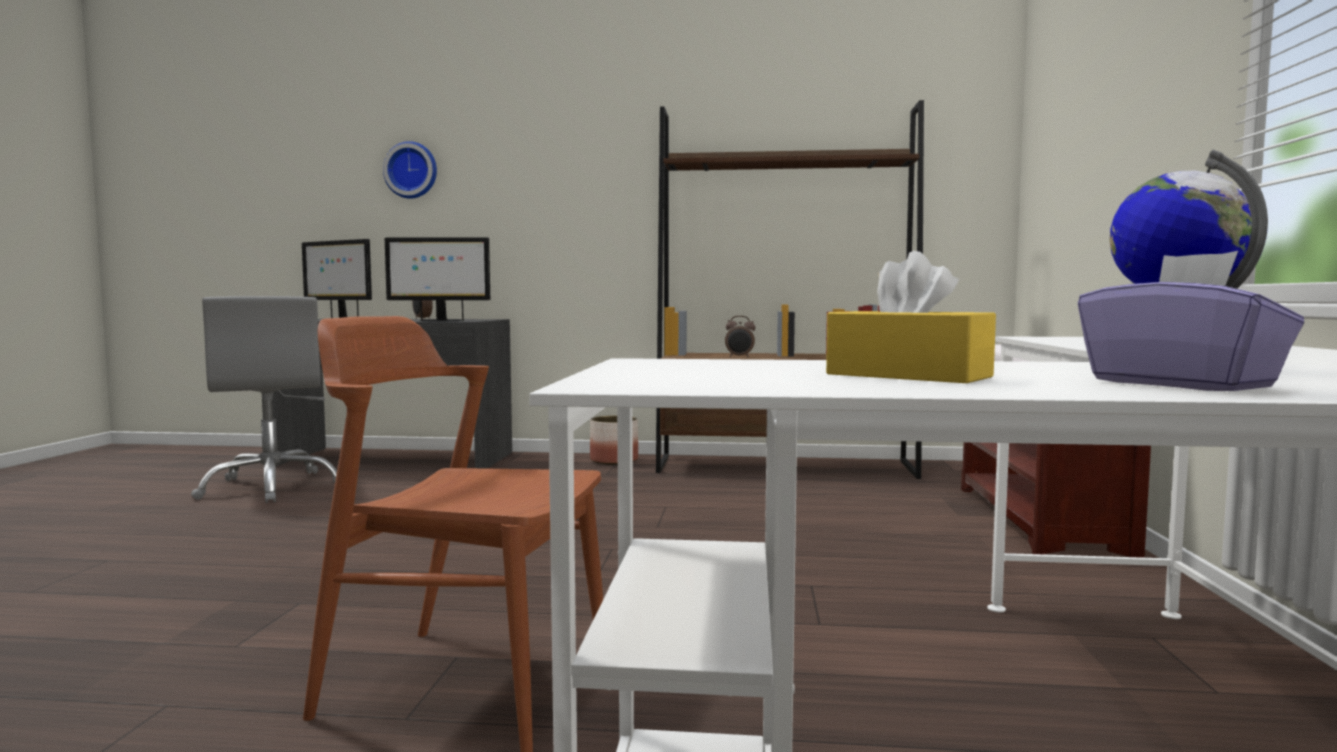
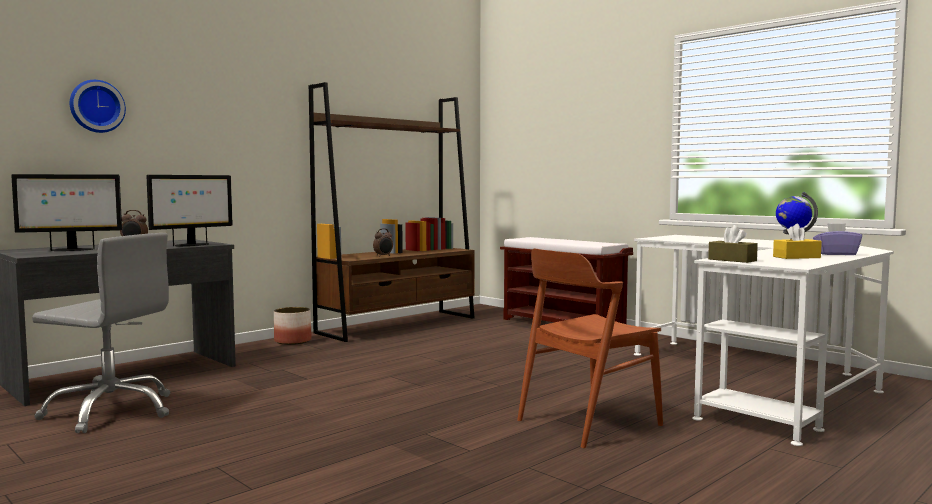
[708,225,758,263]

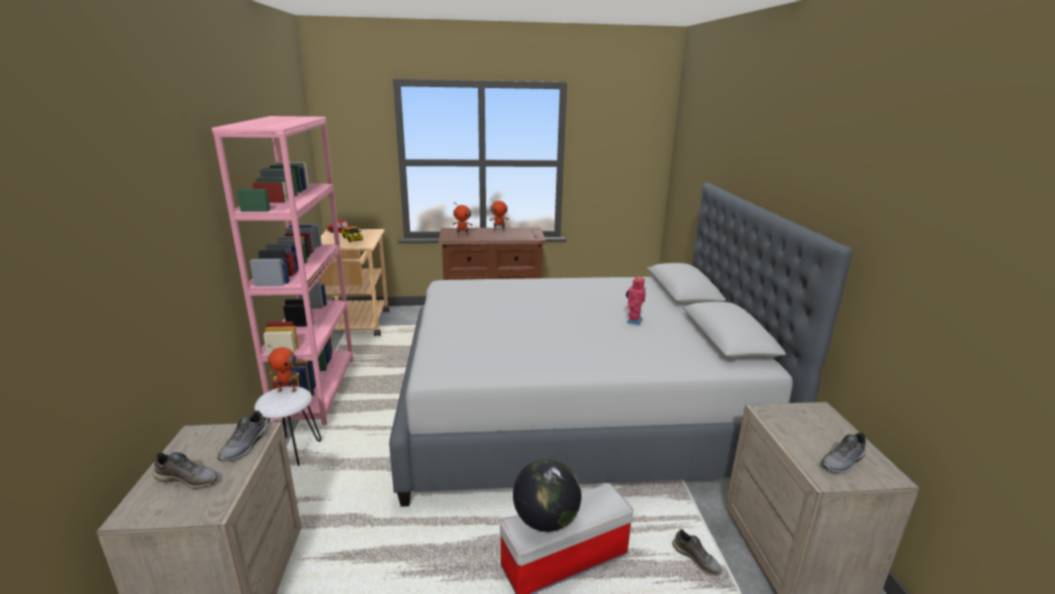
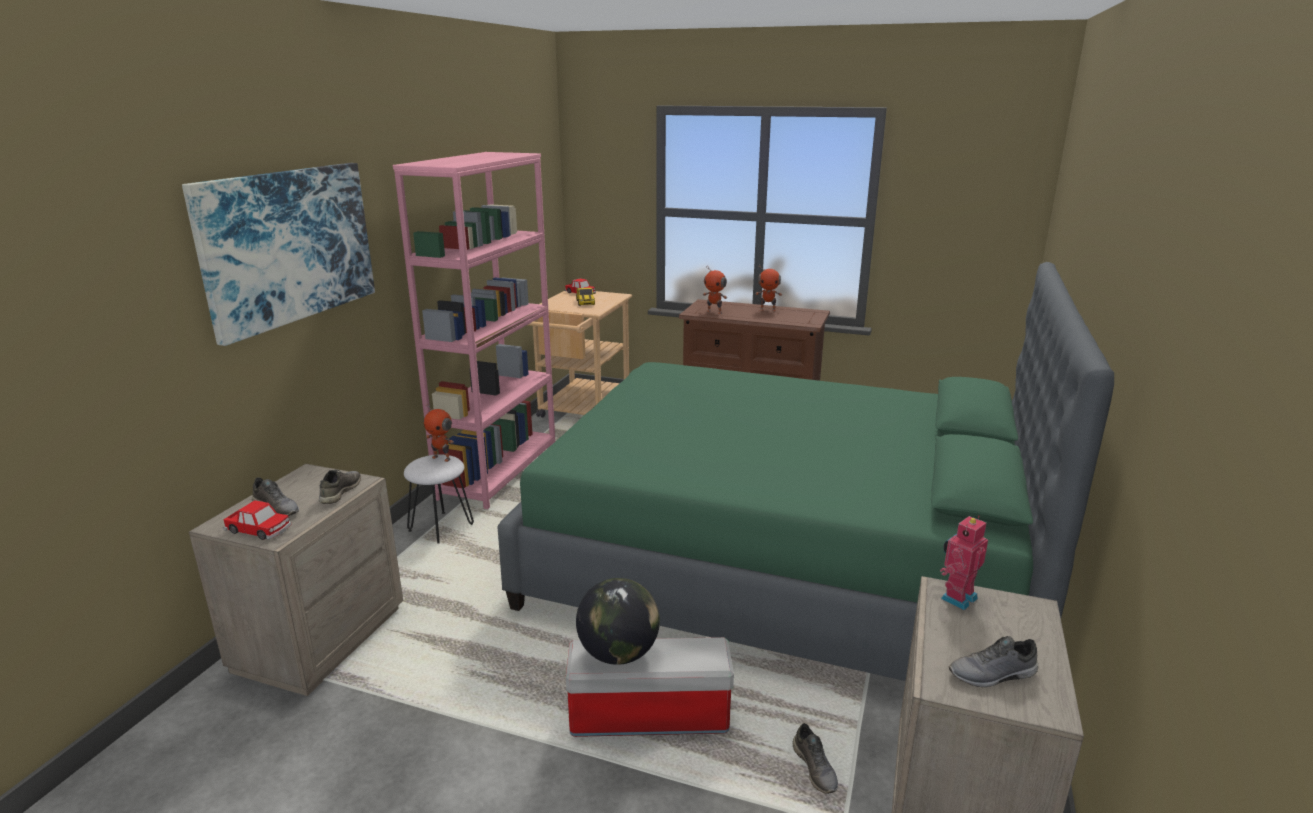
[182,163,375,346]
[223,500,292,540]
[940,515,988,610]
[497,262,1114,681]
[319,470,361,504]

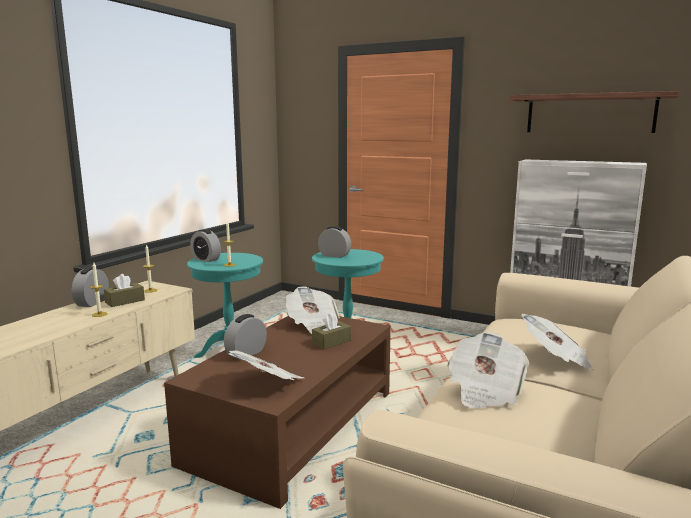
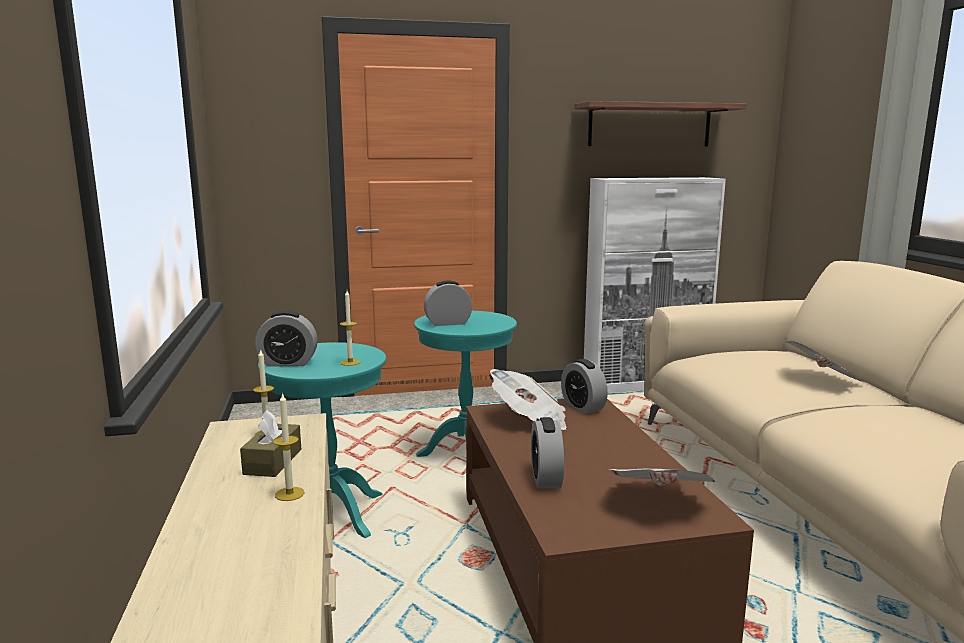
[312,313,351,349] (first image)
[447,332,529,408] (first image)
[561,359,608,414]

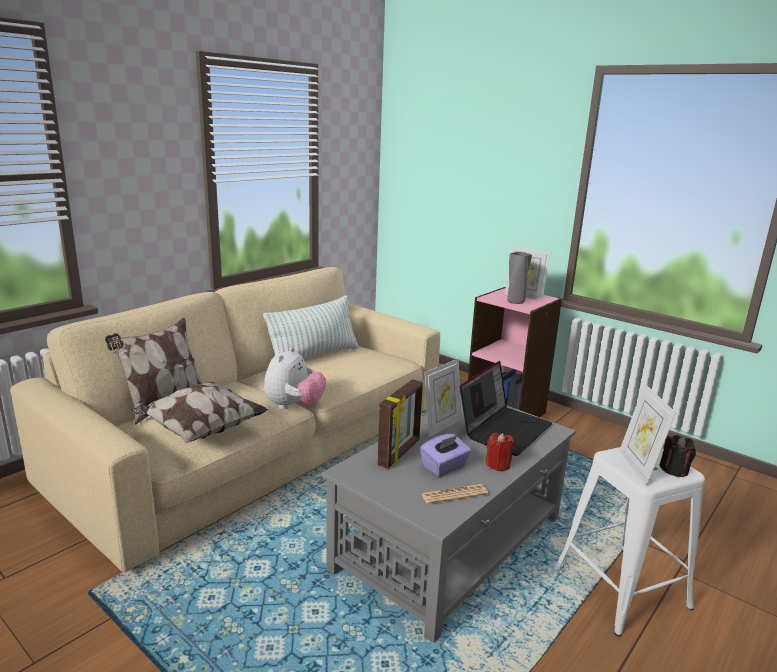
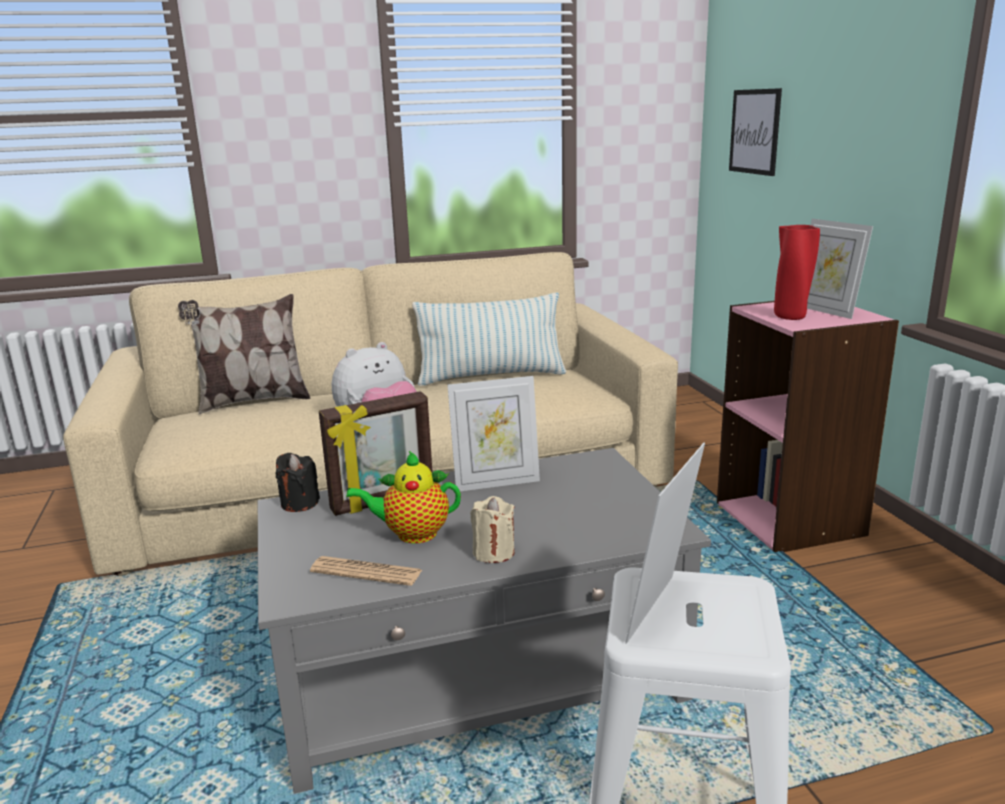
[130,381,269,444] (first image)
[460,361,552,456] (first image)
[729,88,782,176]
[276,453,320,512]
[346,451,461,543]
[470,496,514,563]
[774,225,820,320]

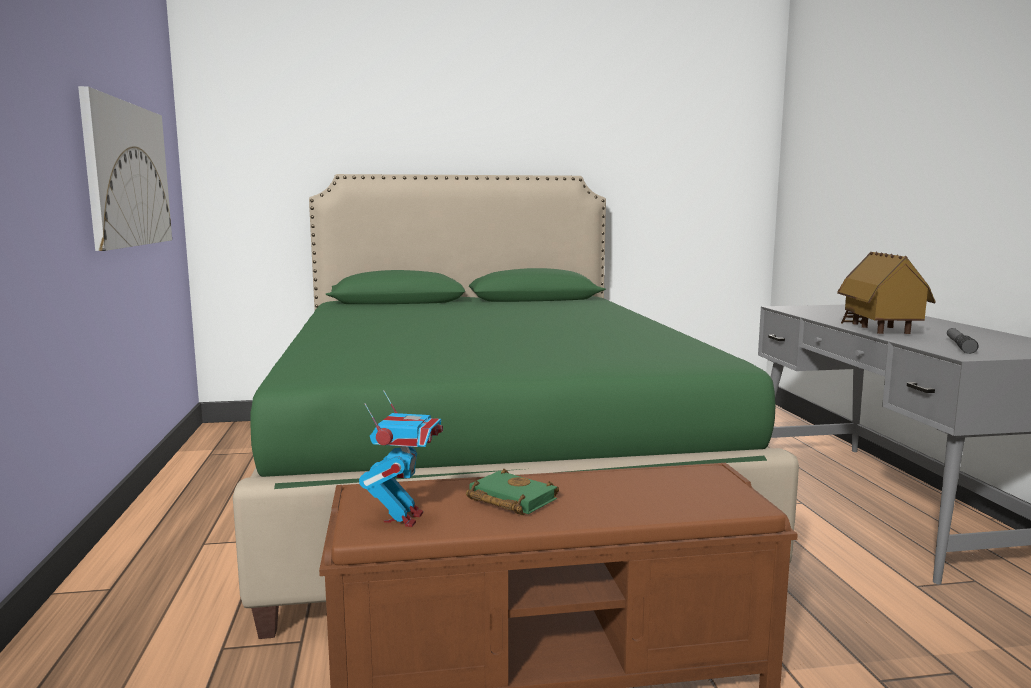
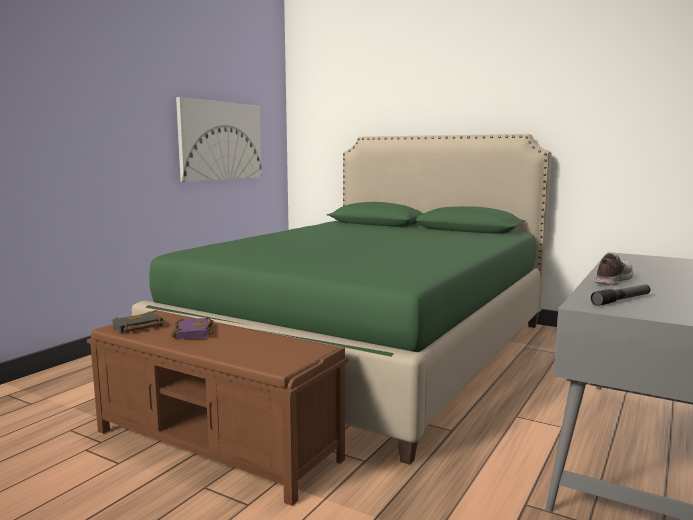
[112,311,163,334]
[595,253,633,285]
[171,317,214,340]

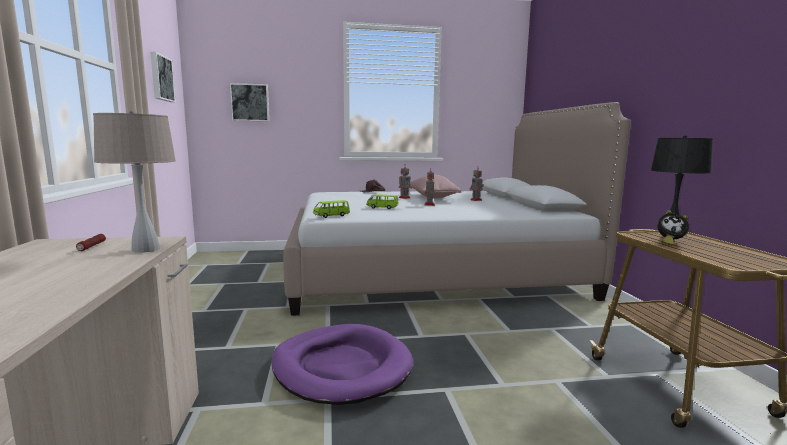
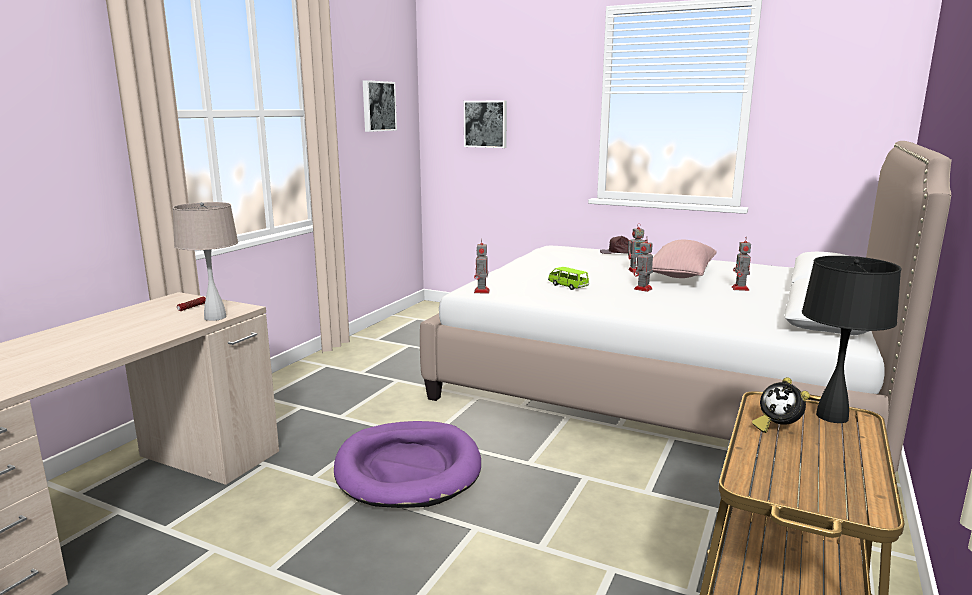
[474,243,490,293]

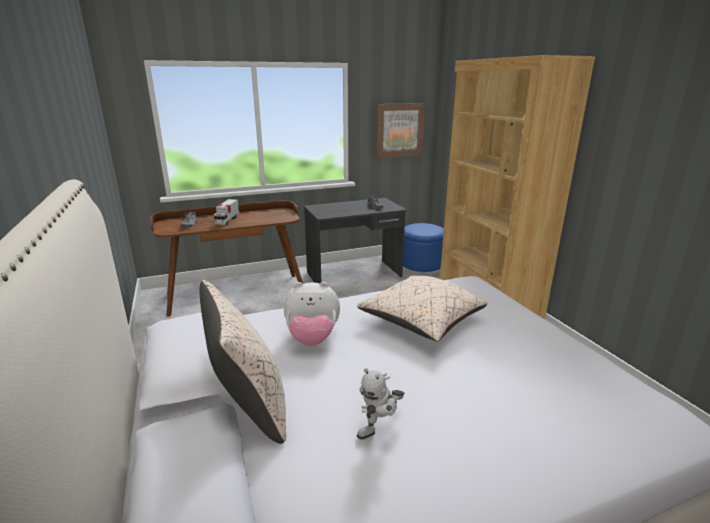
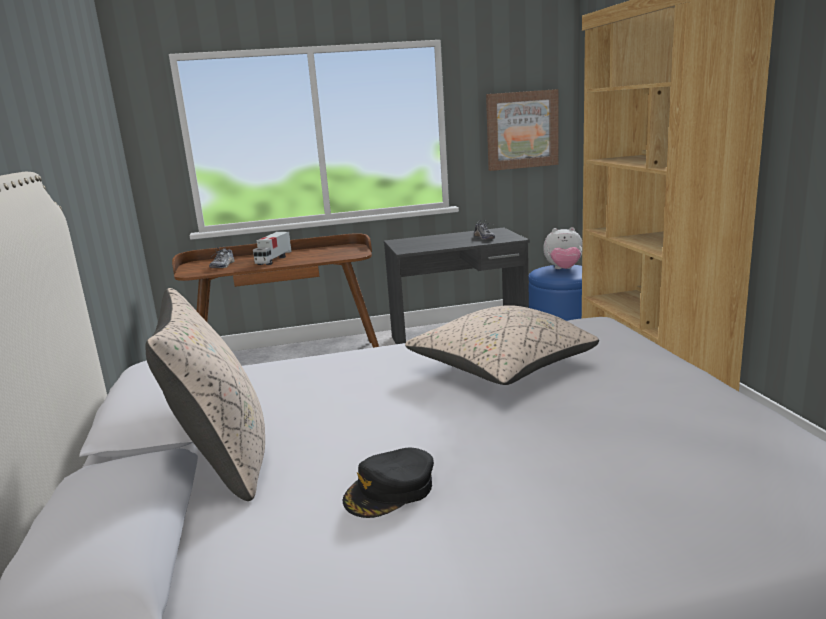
[543,227,582,269]
[343,448,434,518]

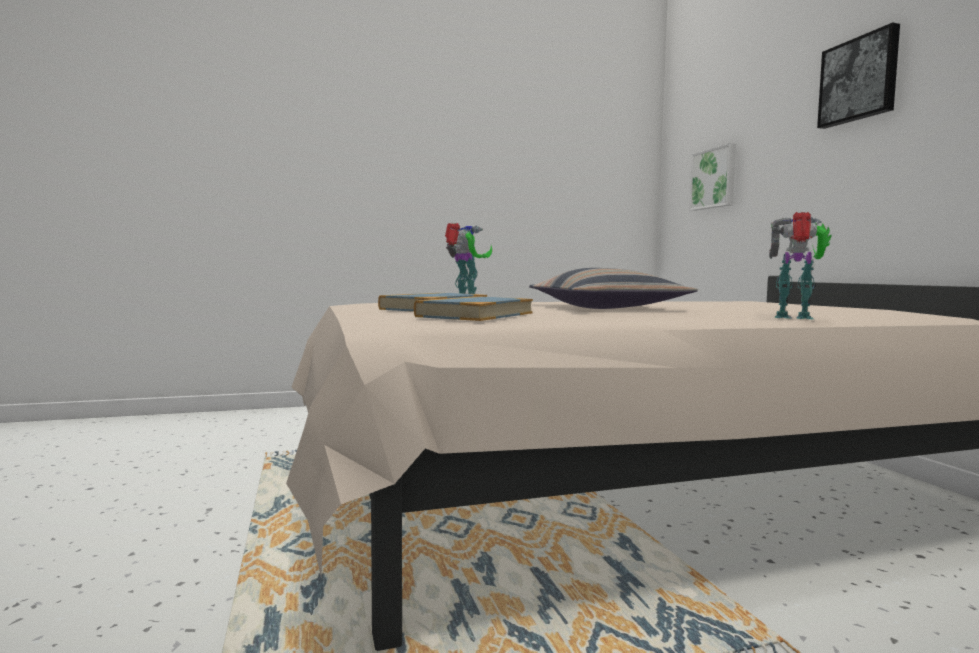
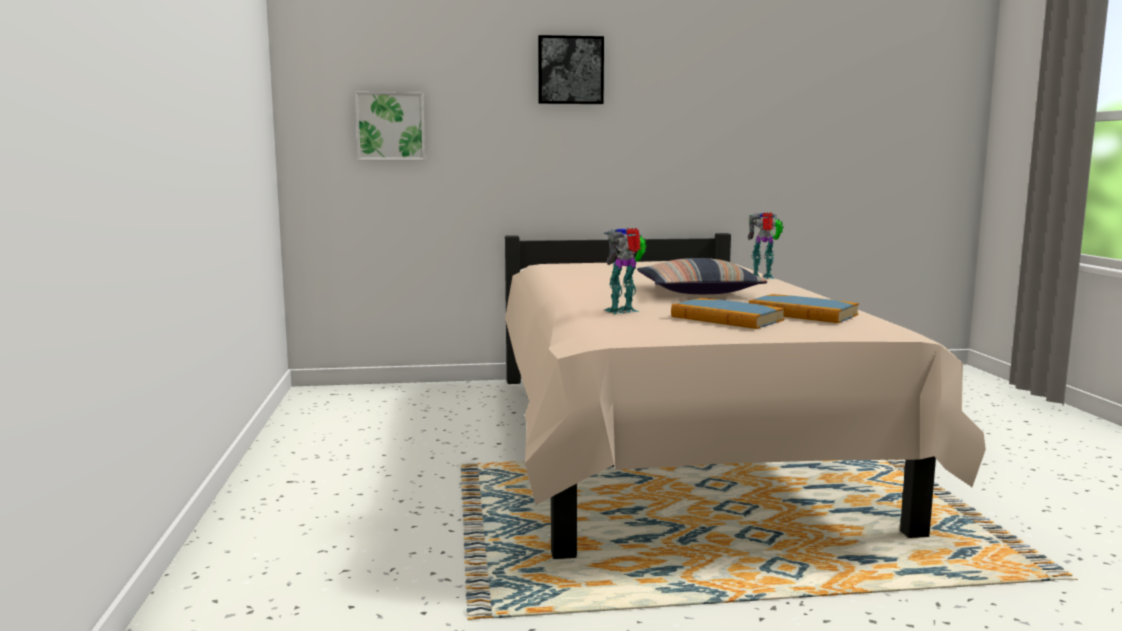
[748,212,784,279]

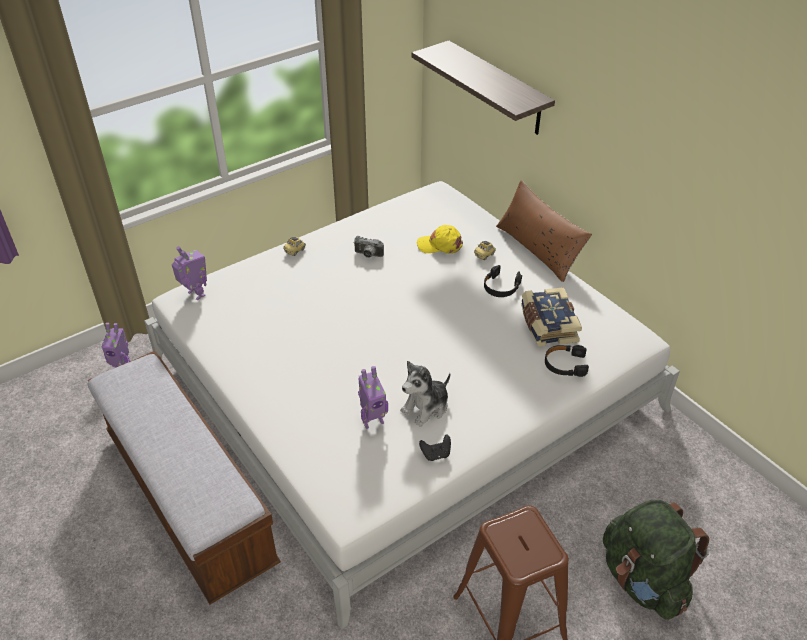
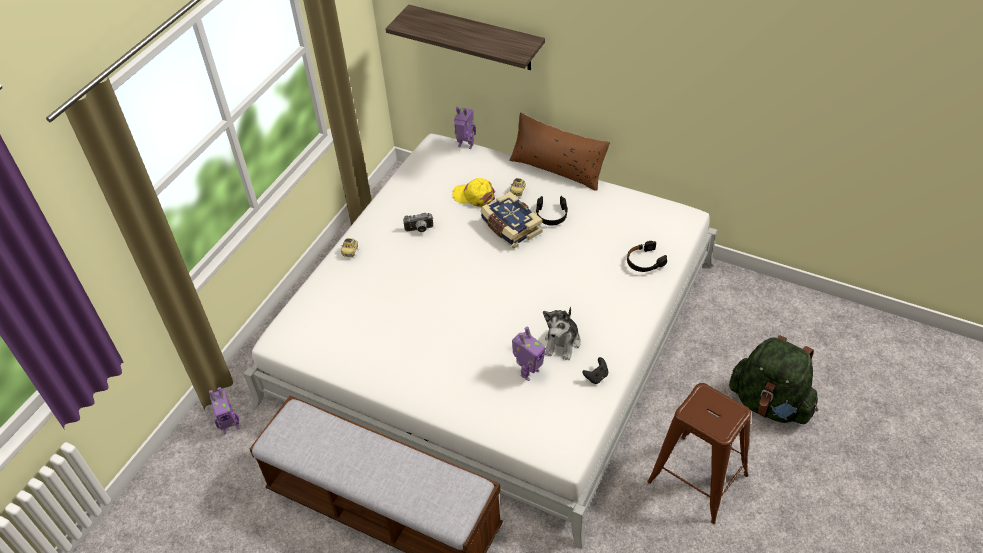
[454,107,476,149]
[480,192,543,248]
[452,178,495,207]

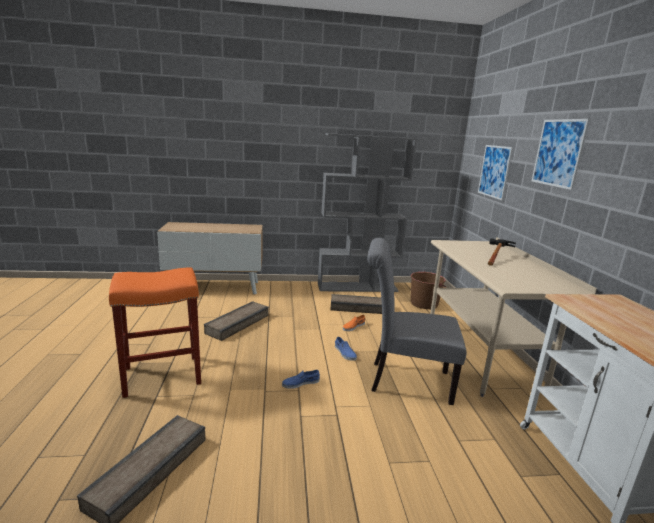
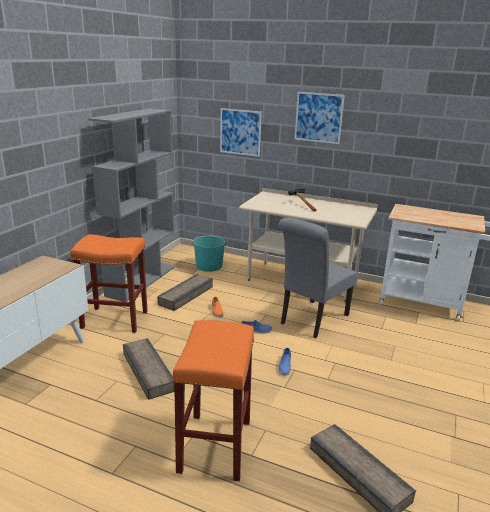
[70,234,147,333]
[192,236,227,272]

